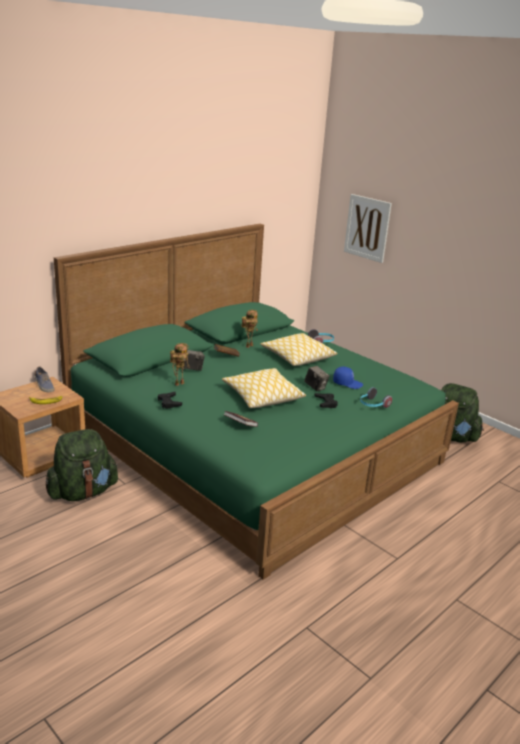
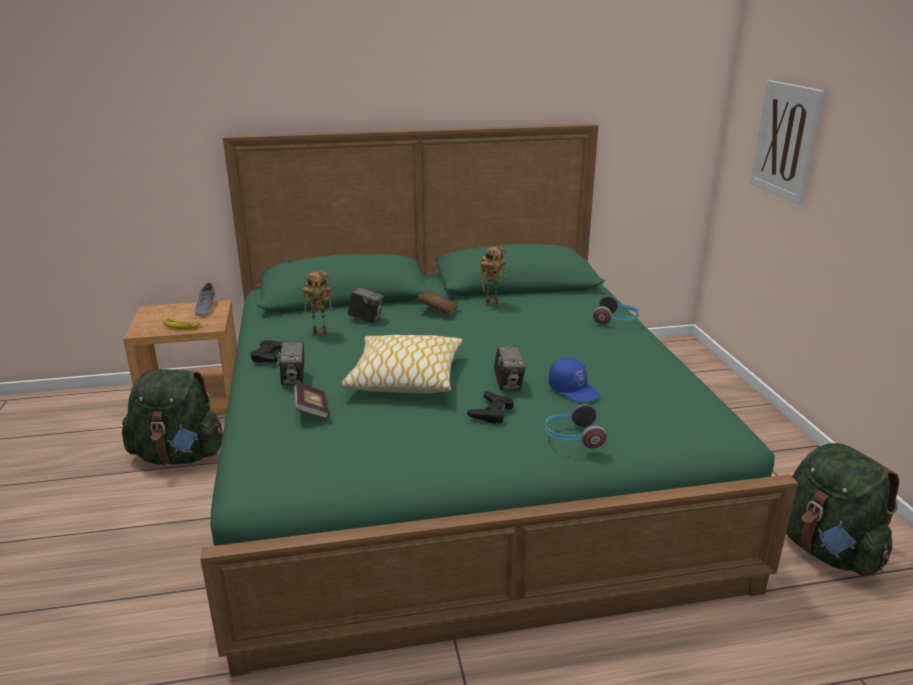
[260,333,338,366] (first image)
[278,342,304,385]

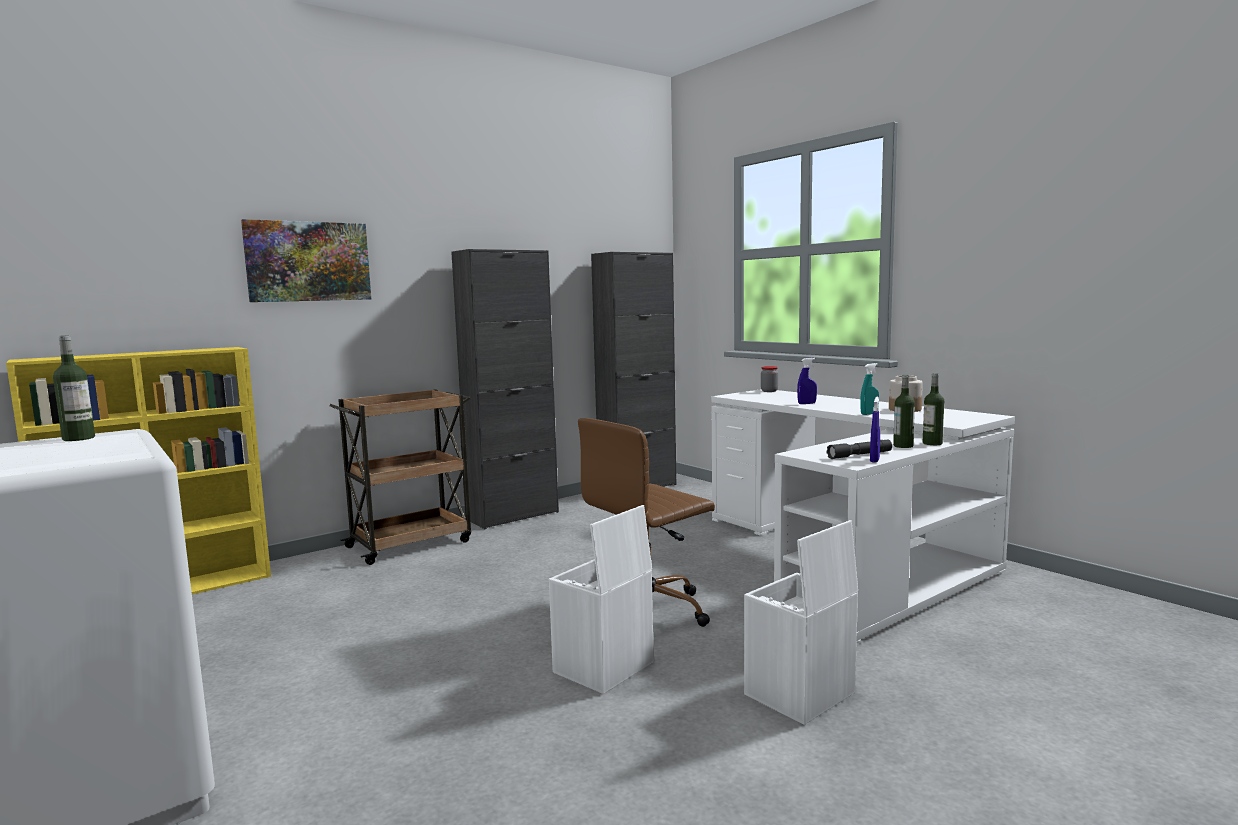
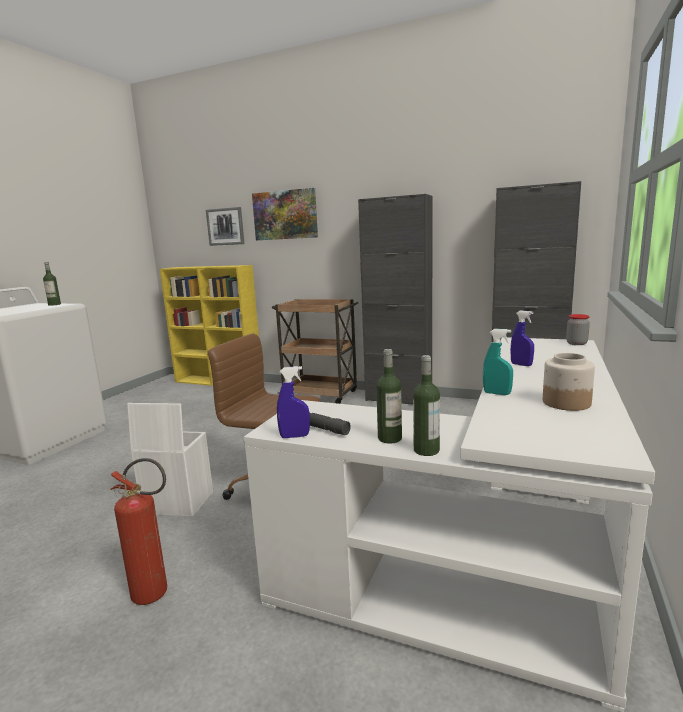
[206,207,244,246]
[110,458,167,605]

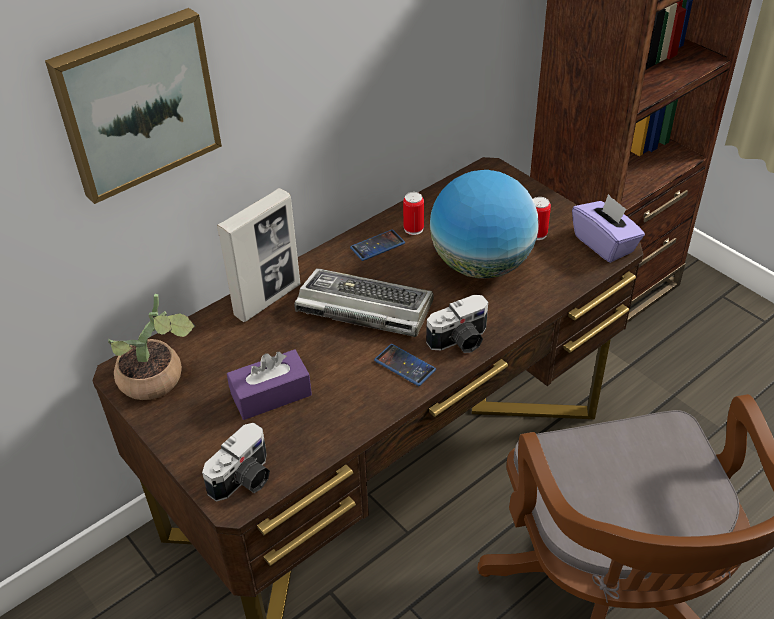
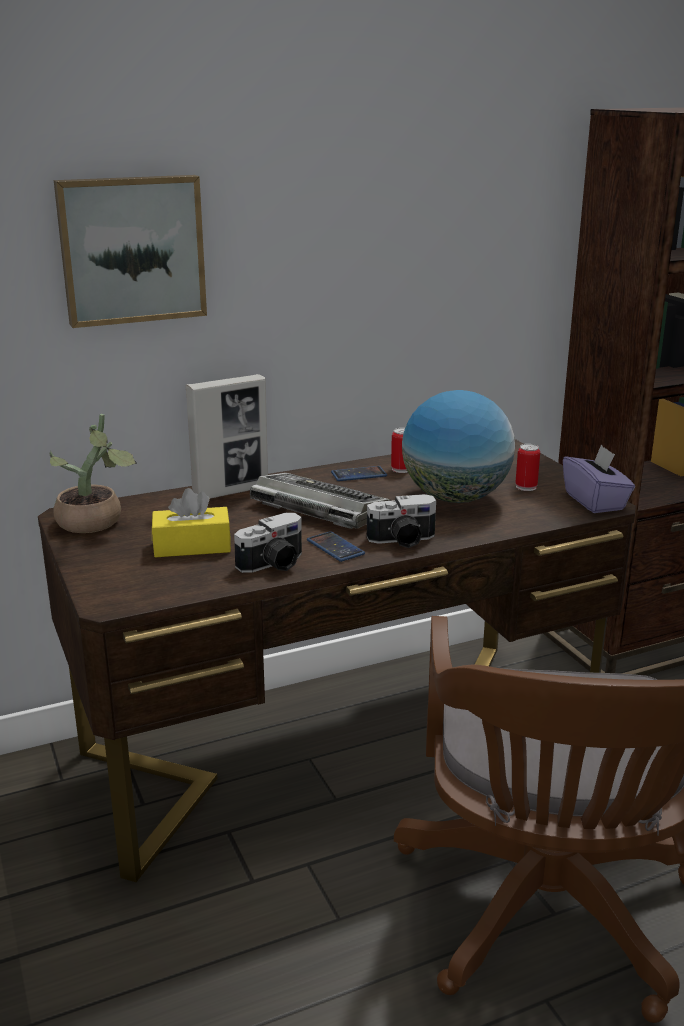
[234,513,302,573]
[152,488,231,557]

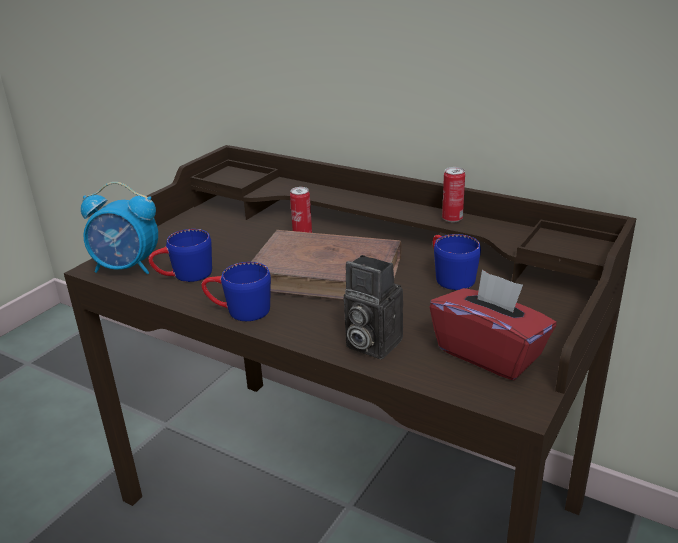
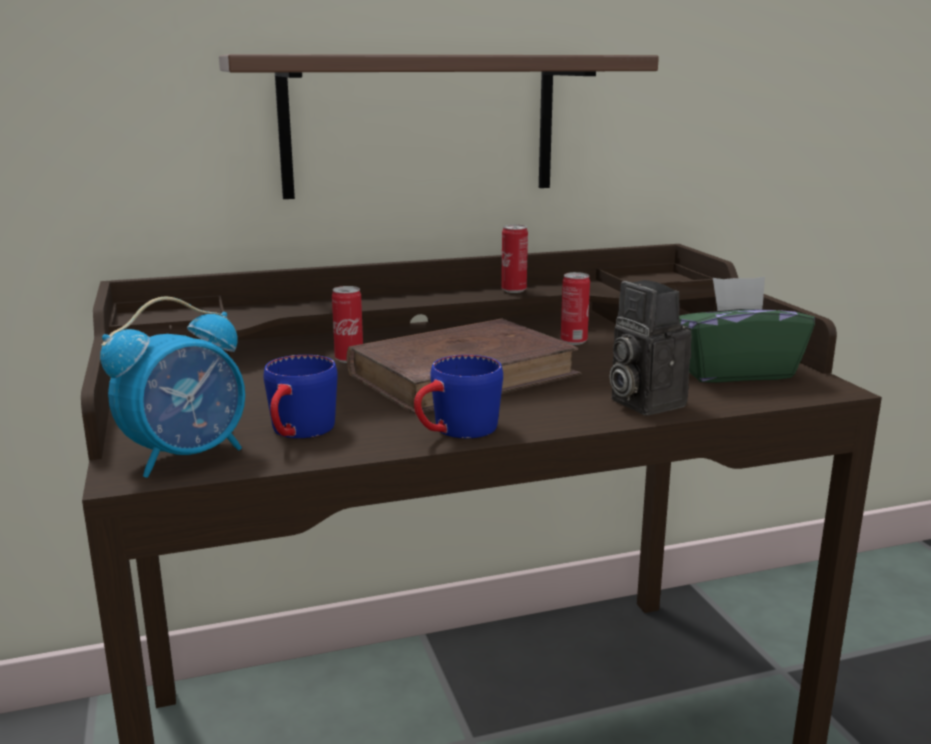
[219,54,659,199]
[561,272,590,345]
[679,276,815,383]
[609,280,692,416]

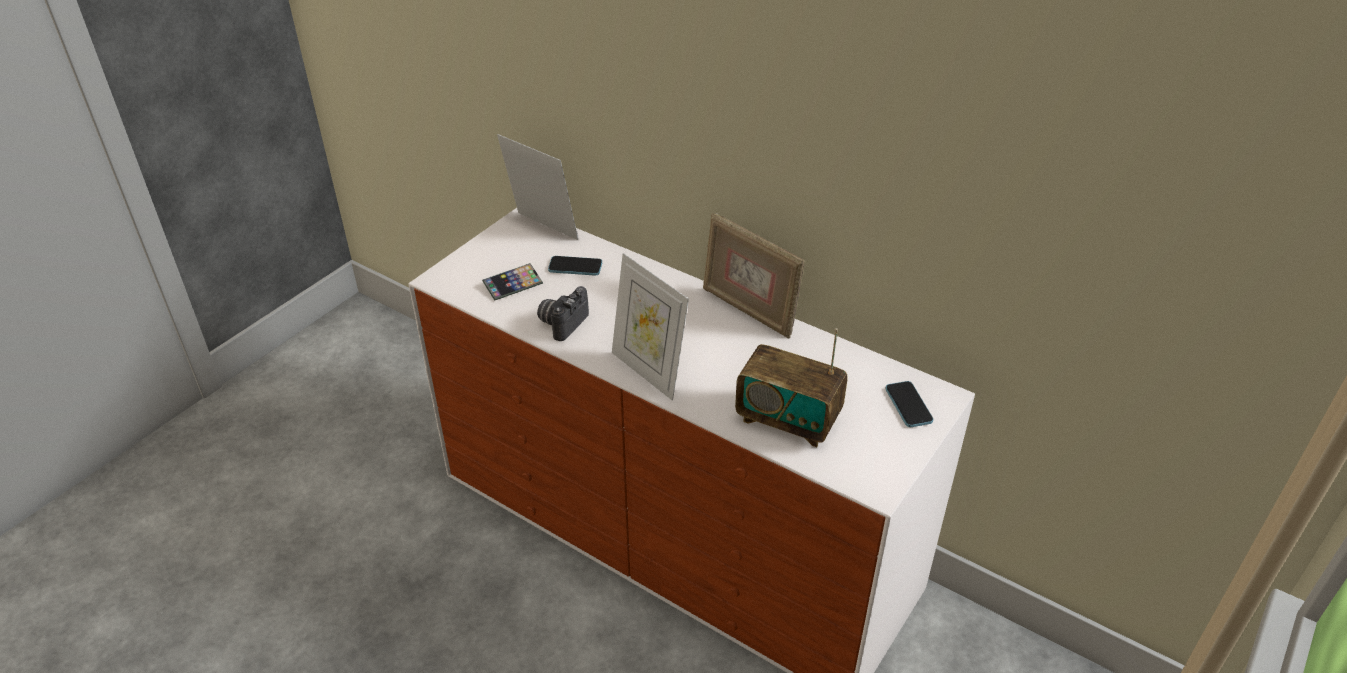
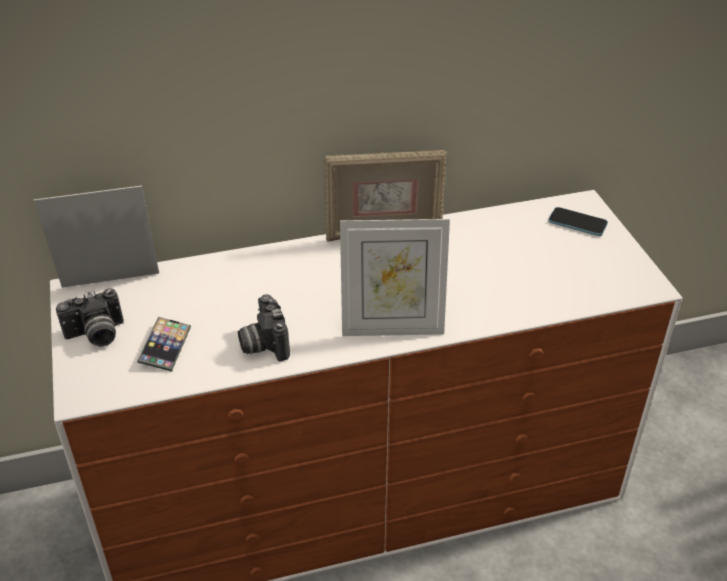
[548,256,602,276] (first image)
[735,328,848,447] (first image)
[56,289,124,347]

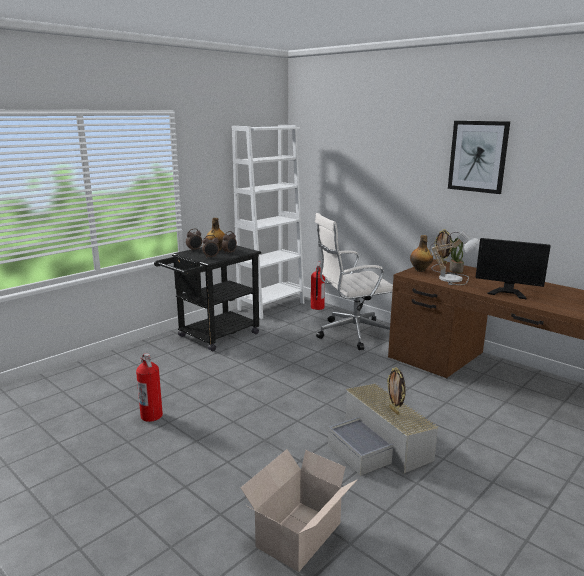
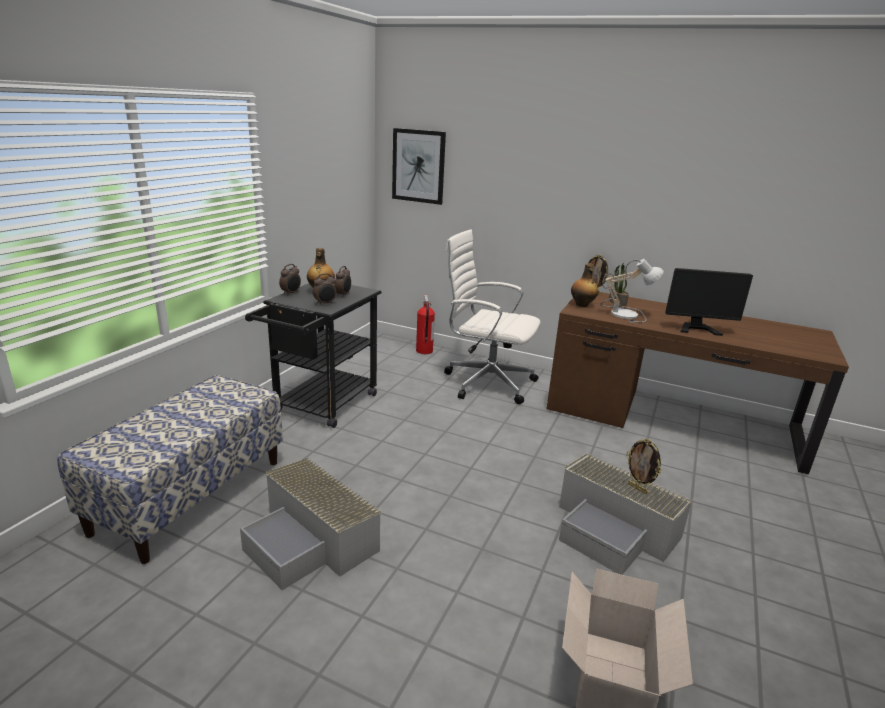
[232,125,304,319] (first image)
[57,375,283,564]
[392,128,446,205]
[240,458,381,590]
[444,229,541,404]

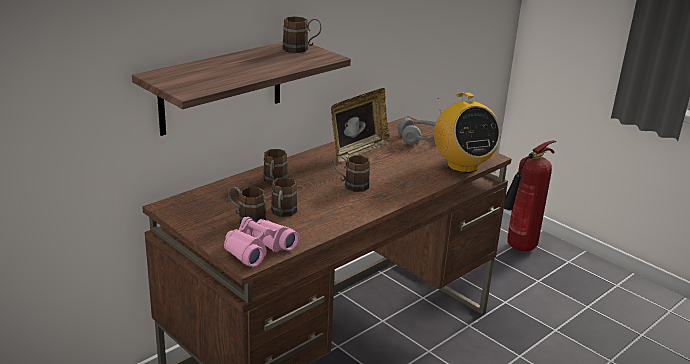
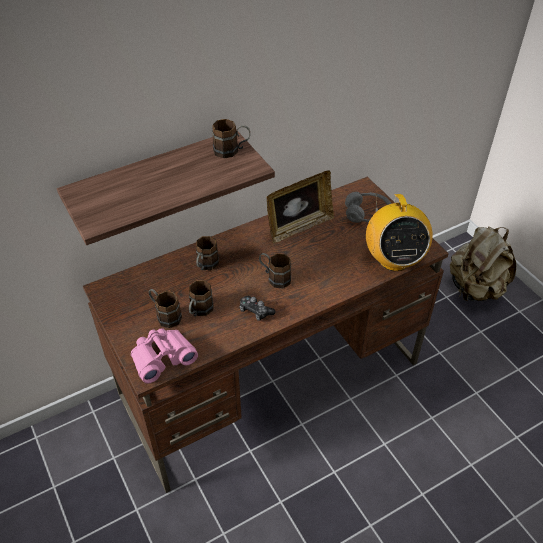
[240,296,276,321]
[450,226,516,302]

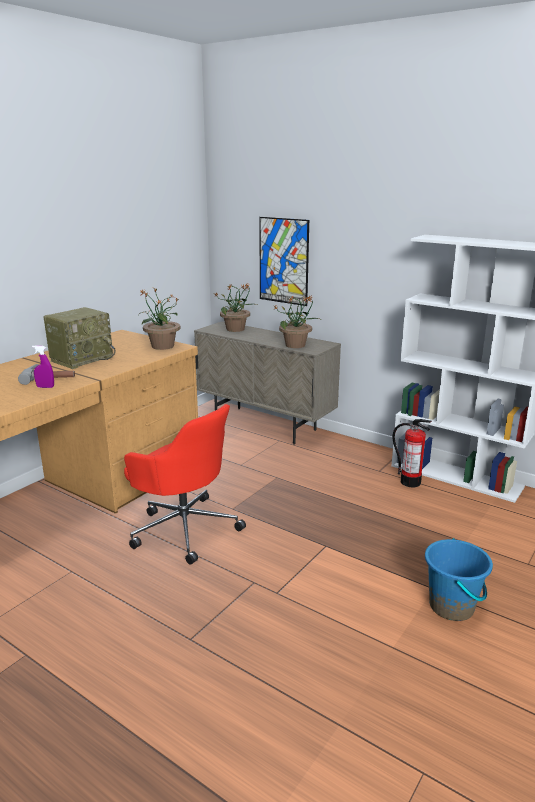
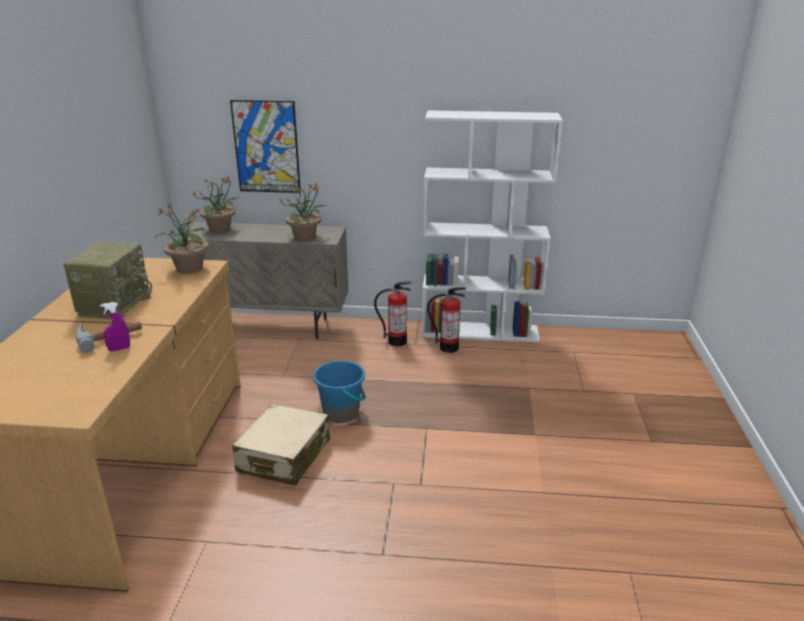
[374,281,412,346]
[313,360,365,423]
[232,404,330,485]

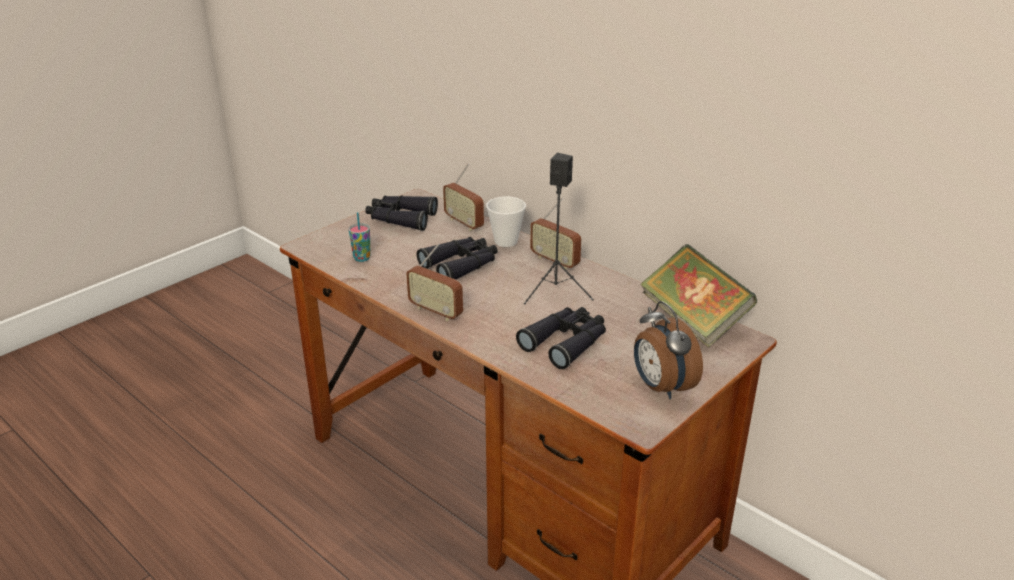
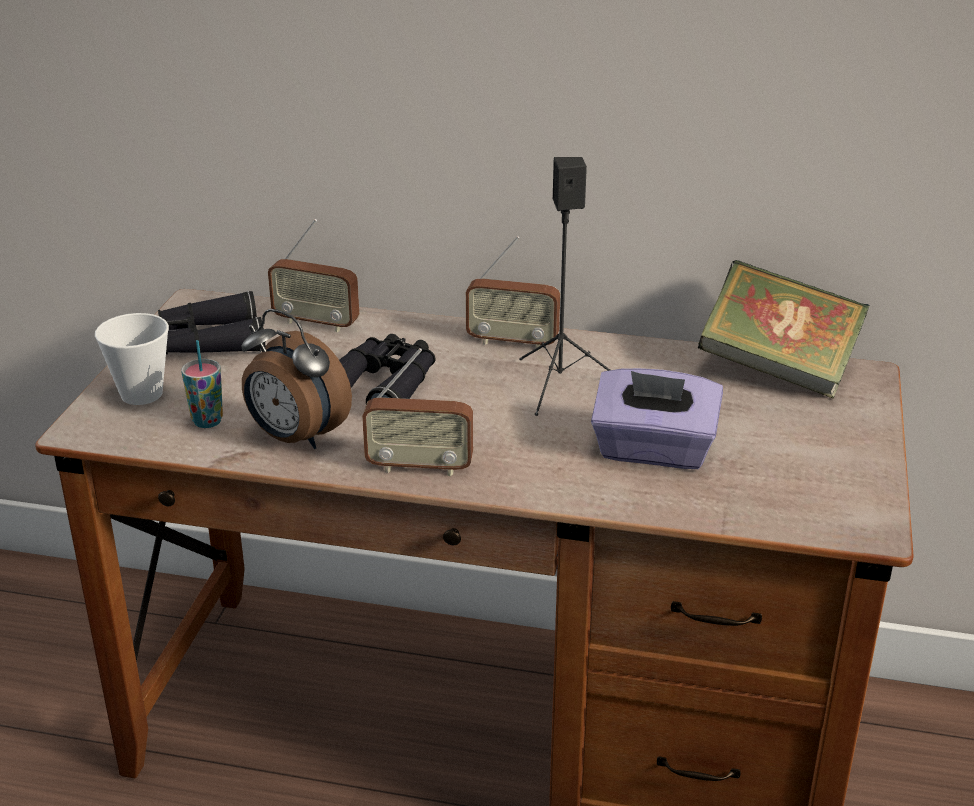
[95,313,169,405]
[242,309,352,449]
[591,368,723,469]

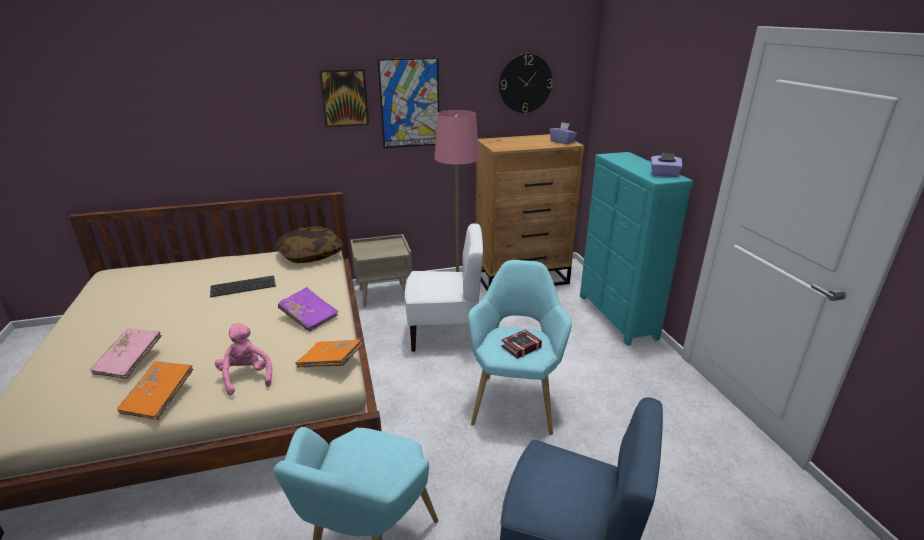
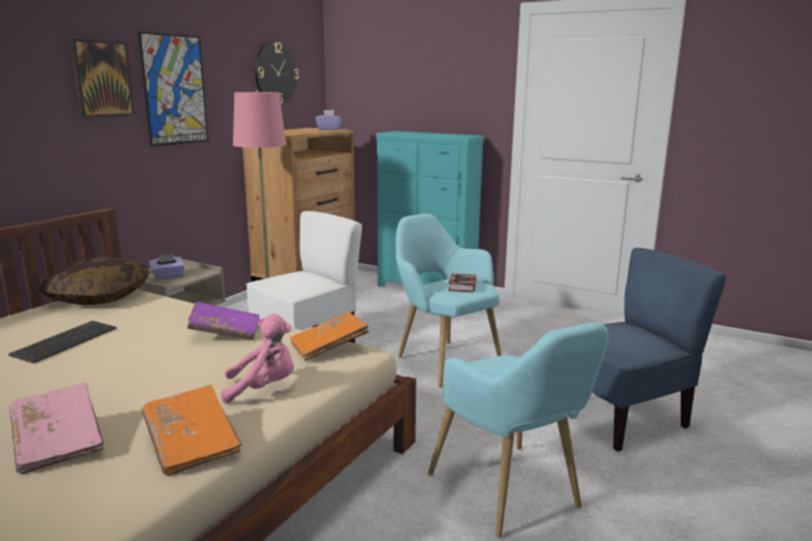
[148,254,185,280]
[221,314,294,404]

